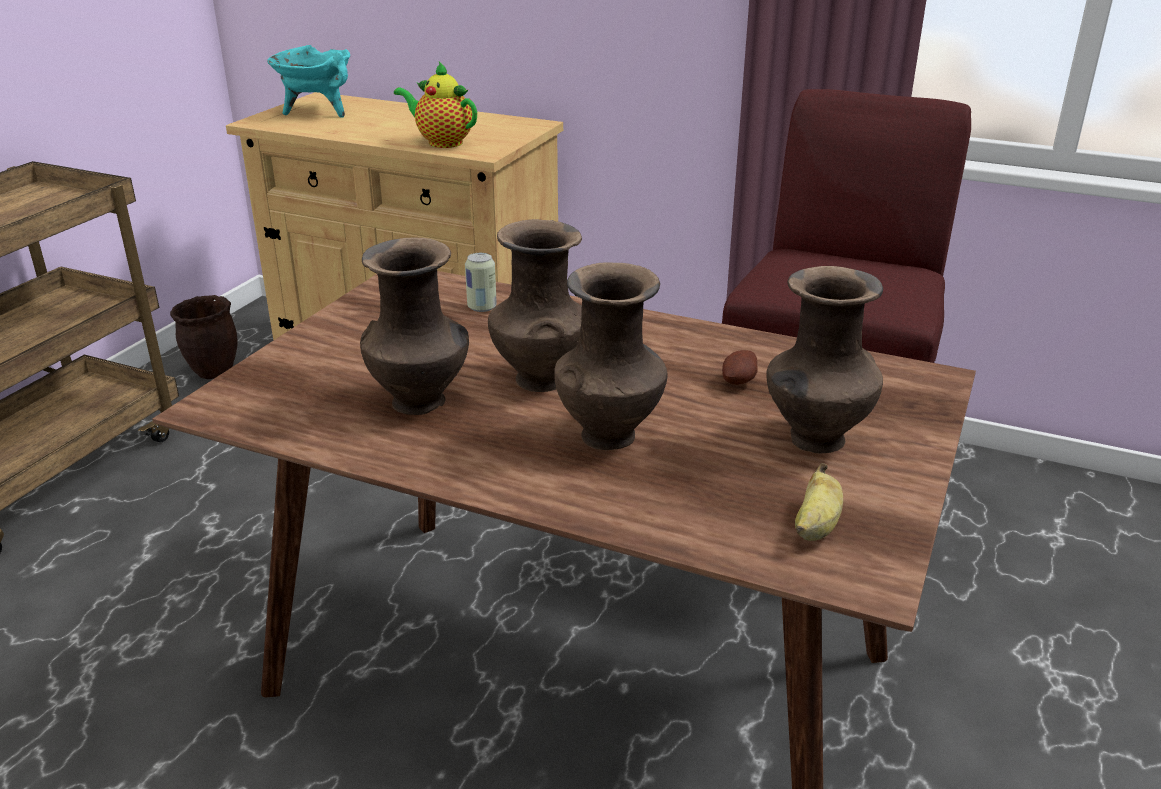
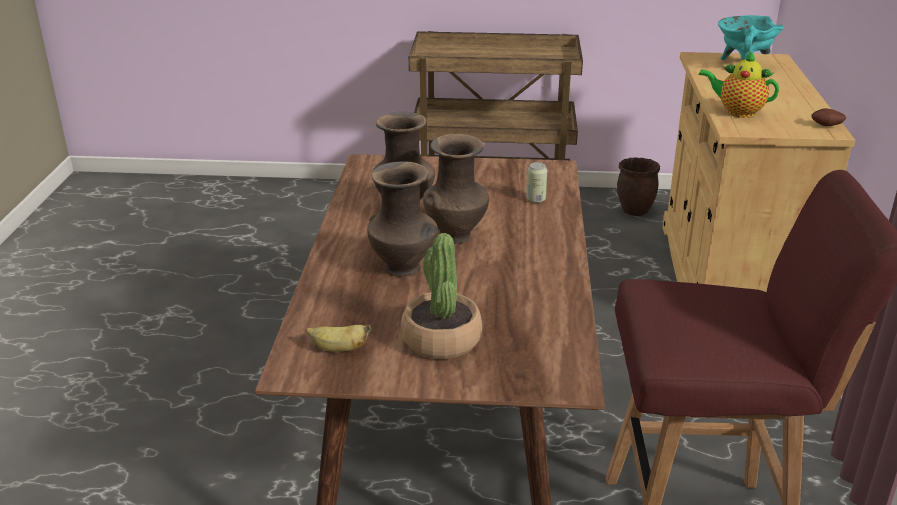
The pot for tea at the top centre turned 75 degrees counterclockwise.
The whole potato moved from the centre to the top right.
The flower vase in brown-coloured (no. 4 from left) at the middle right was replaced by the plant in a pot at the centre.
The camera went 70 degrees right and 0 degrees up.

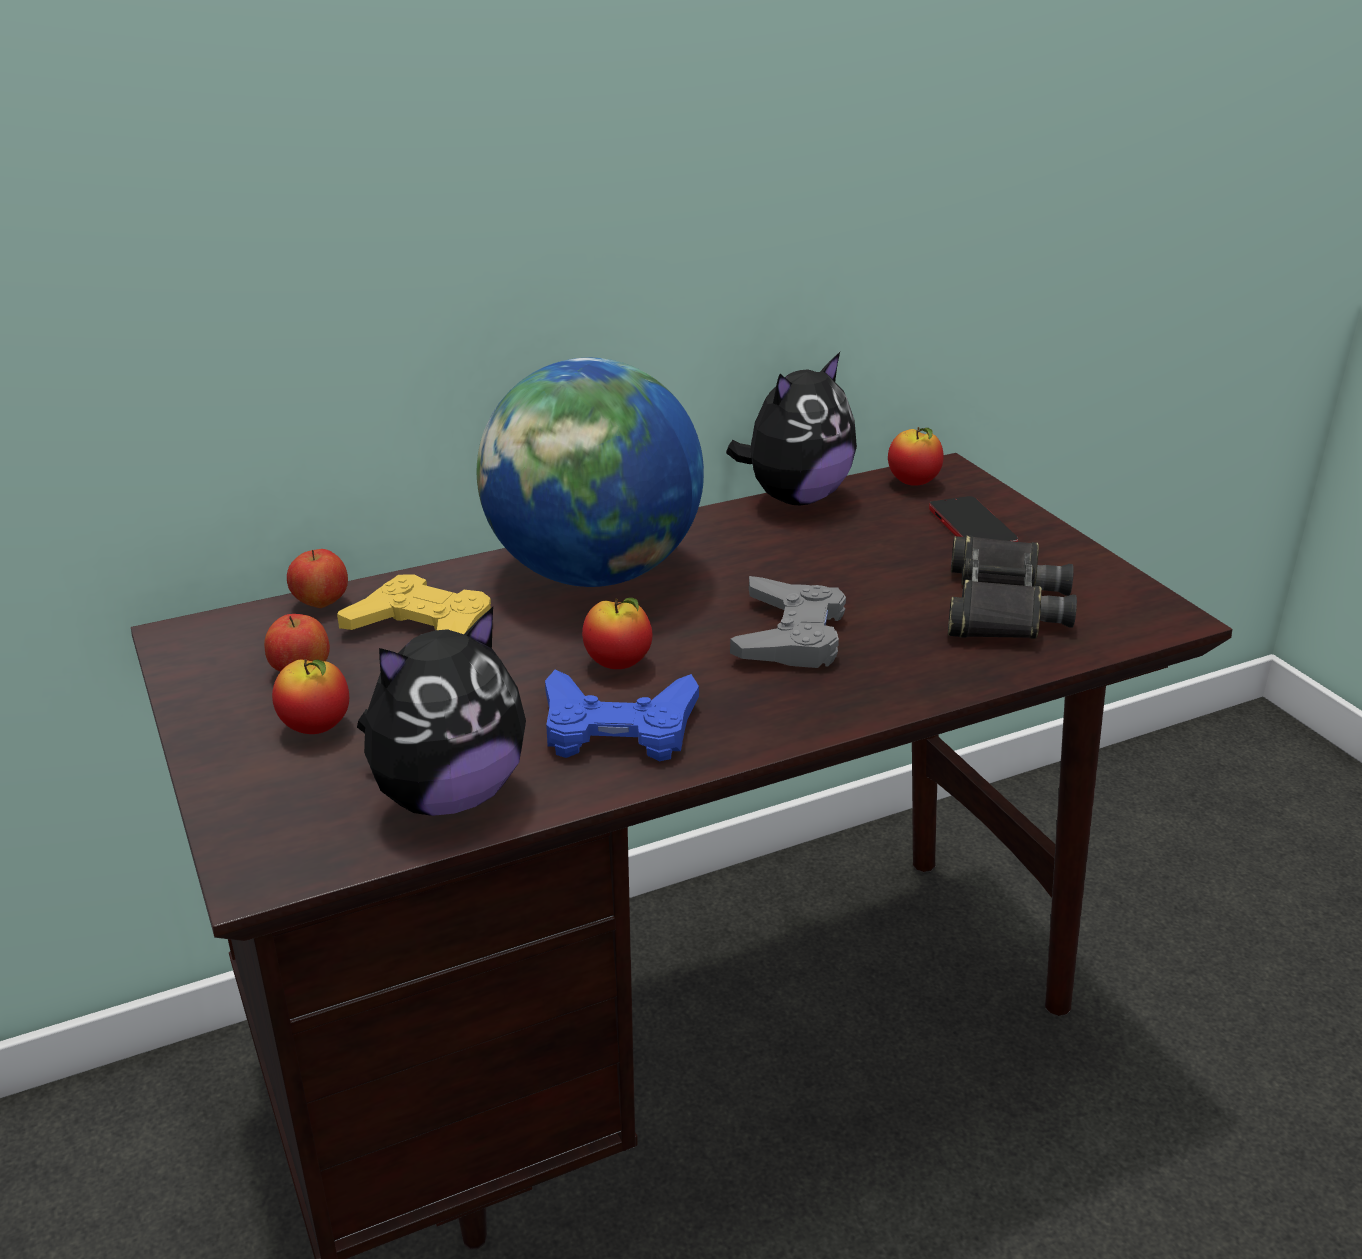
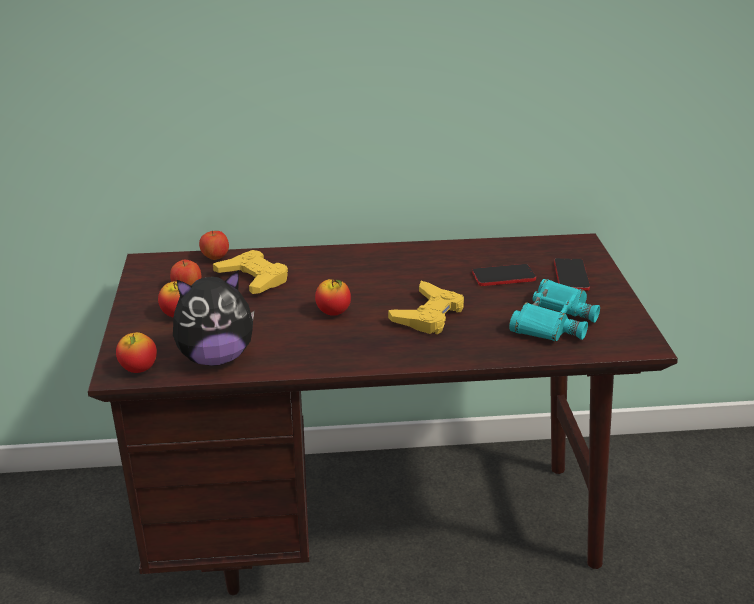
The desk globe at the centre disappeared.
The joypad in bluish at the centre disappeared.
The cuddly toy (no. 2 from left) at the centre disappeared.
The joypad in greyish at the centre became the joypad in yellow (no. 2 from left) at the centre.
The whole apple (no. 5 from left in the first image) moved from the middle right to the middle left.
The pair of binoculars in black at the middle right became the pair of binoculars in turquoise-coloured at the middle right.
The telephone (no. 1 from left) at the middle right appeared.
The camera went 20 degrees right and 0 degrees up.

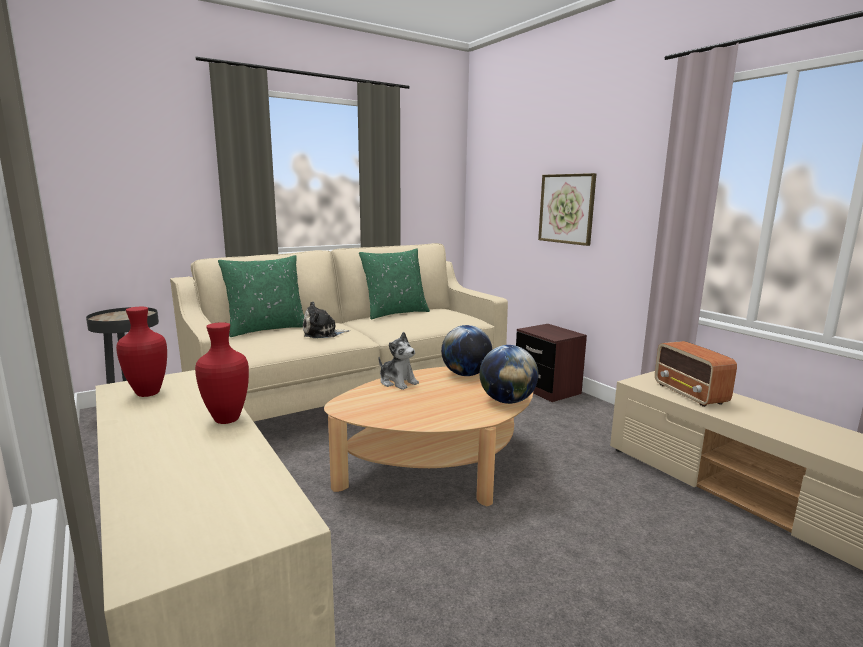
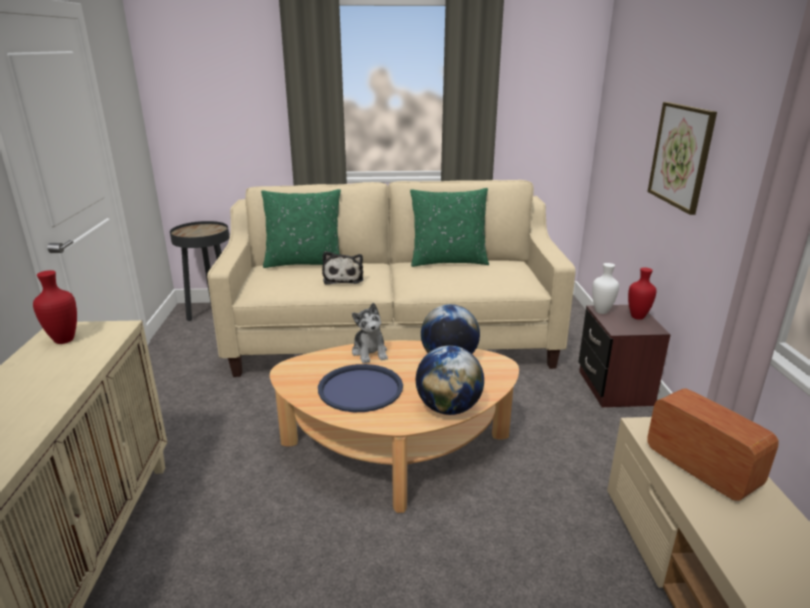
The flower vase in red (no. 2 from left) moved from the middle left to the middle right.
The cuddly toy (no. 1 from left) at the centre turned 105 degrees counterclockwise.
The radio at the middle right turned 135 degrees clockwise.
The tray in bluish at the centre appeared.
The flower vase in white at the middle right appeared.
The camera went 30 degrees right and 10 degrees up.

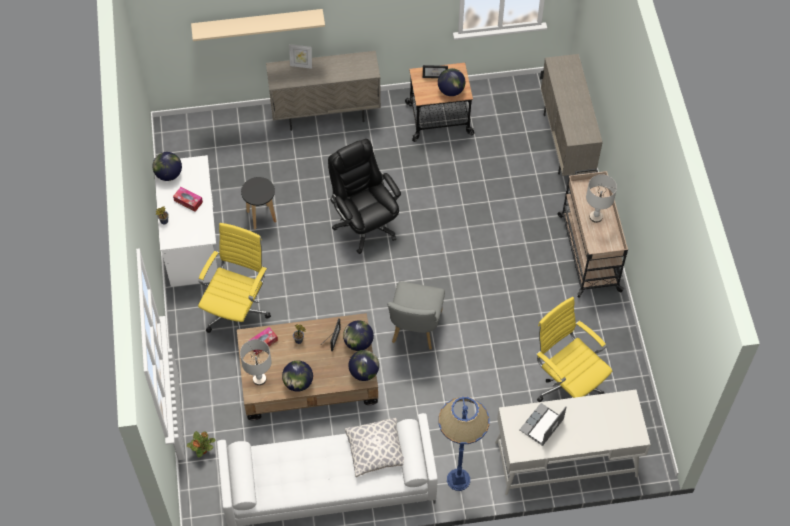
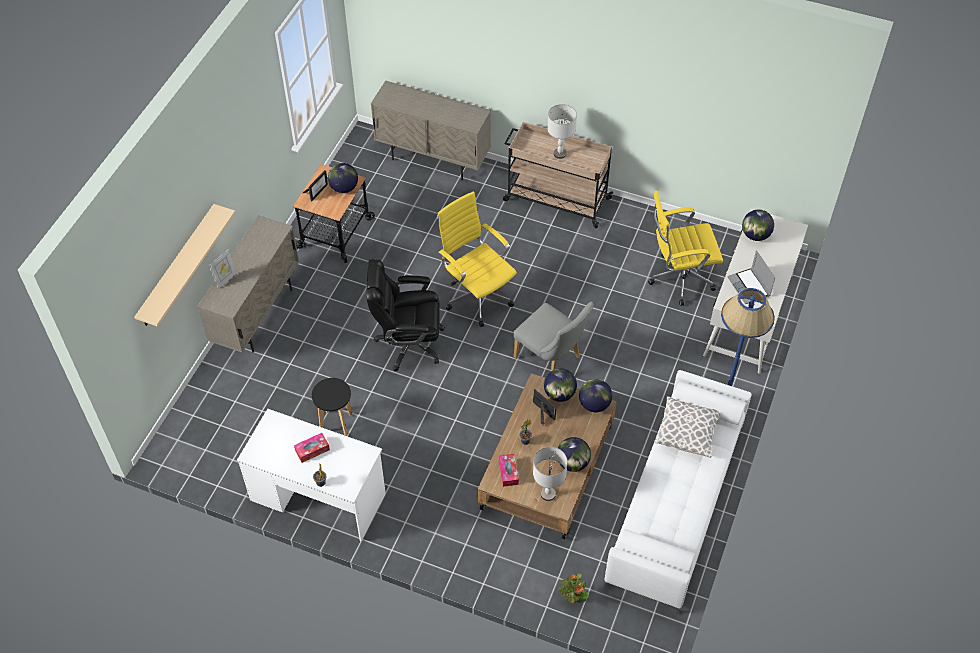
The desk globe (no. 1 from left in the first image) moved from the top left to the middle right.
The office chair in yellow (no. 1 from left) moved from the middle left to the centre.
The camera went 60 degrees left and 5 degrees down.

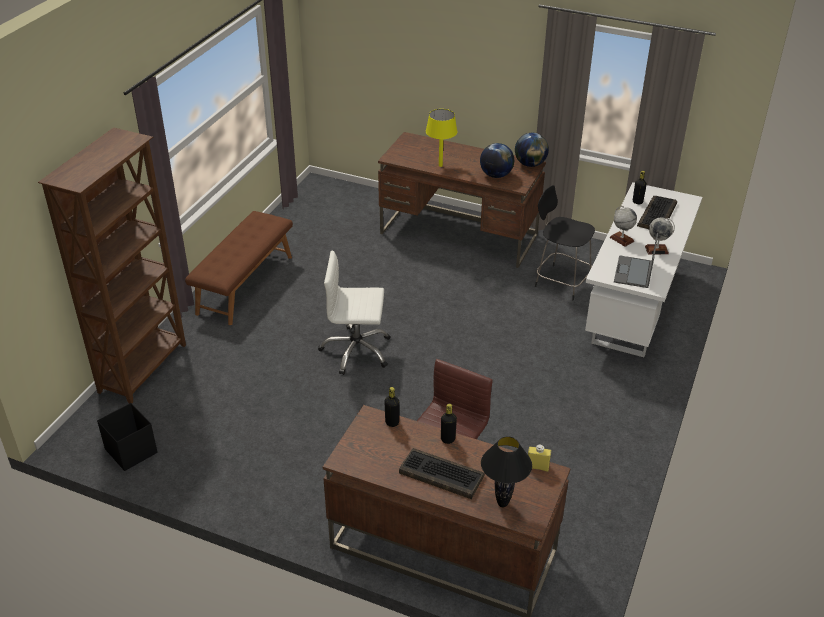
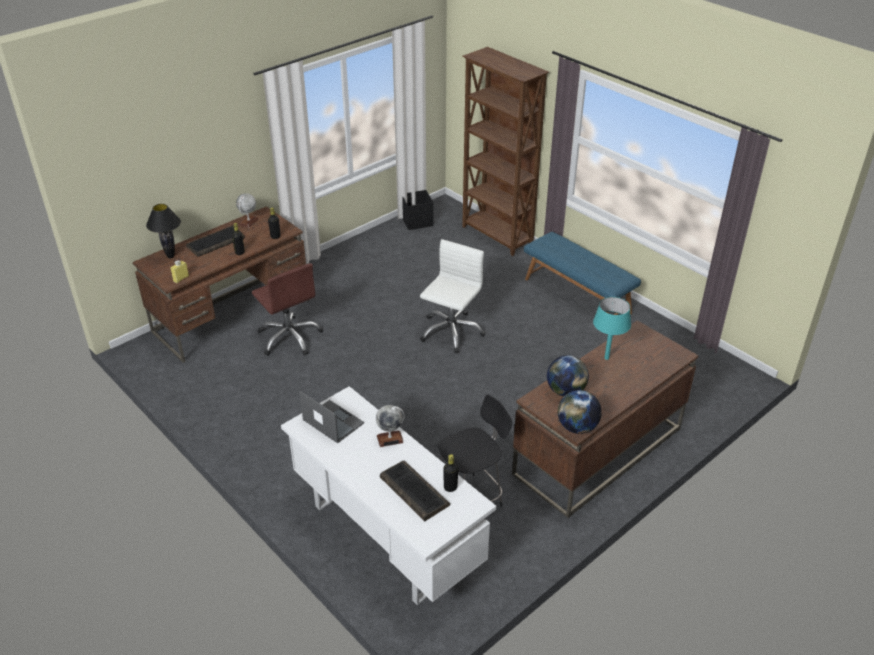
The bench in brown-coloured at the middle left became the bench in bluish at the centre.
The lamp for a table in yellow at the top centre became the lamp for a table in turquoise-coloured at the middle right.
The desk globe (no. 4 from left in the first image) moved from the middle right to the top left.
The camera went 115 degrees right and 0 degrees up.

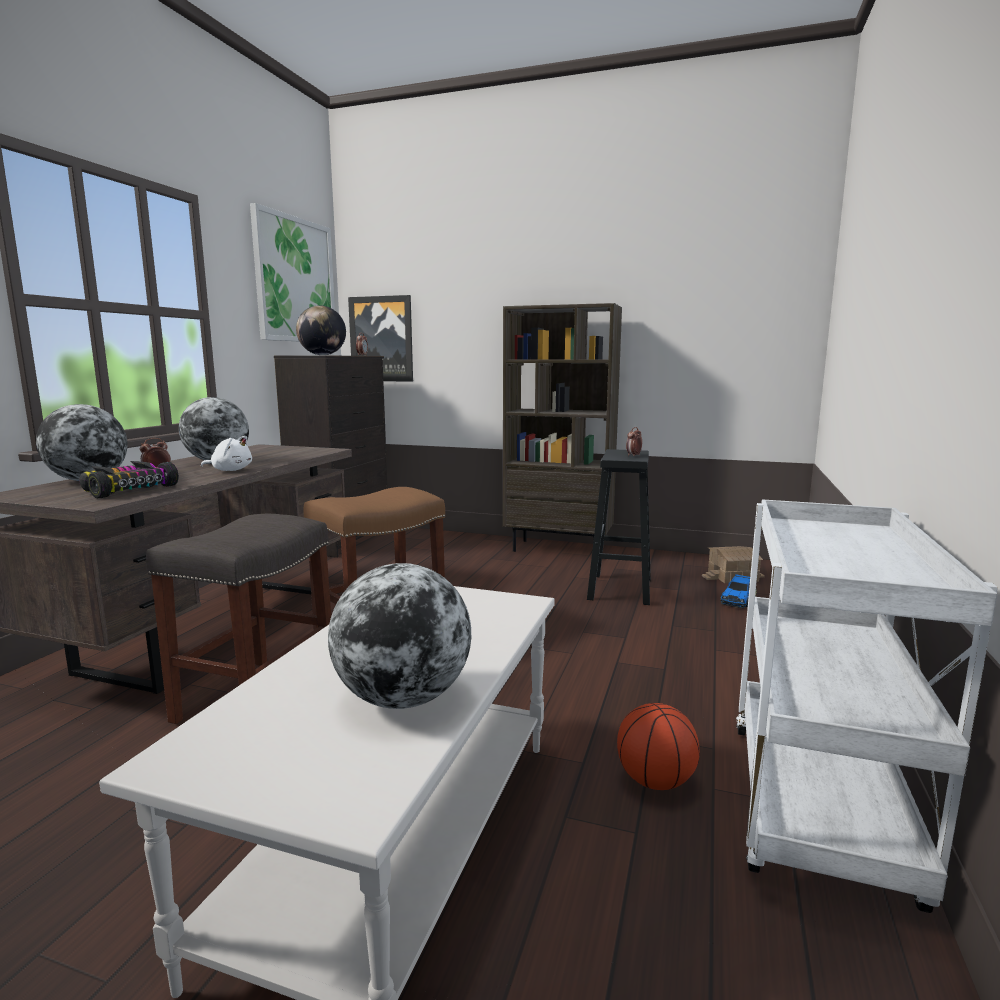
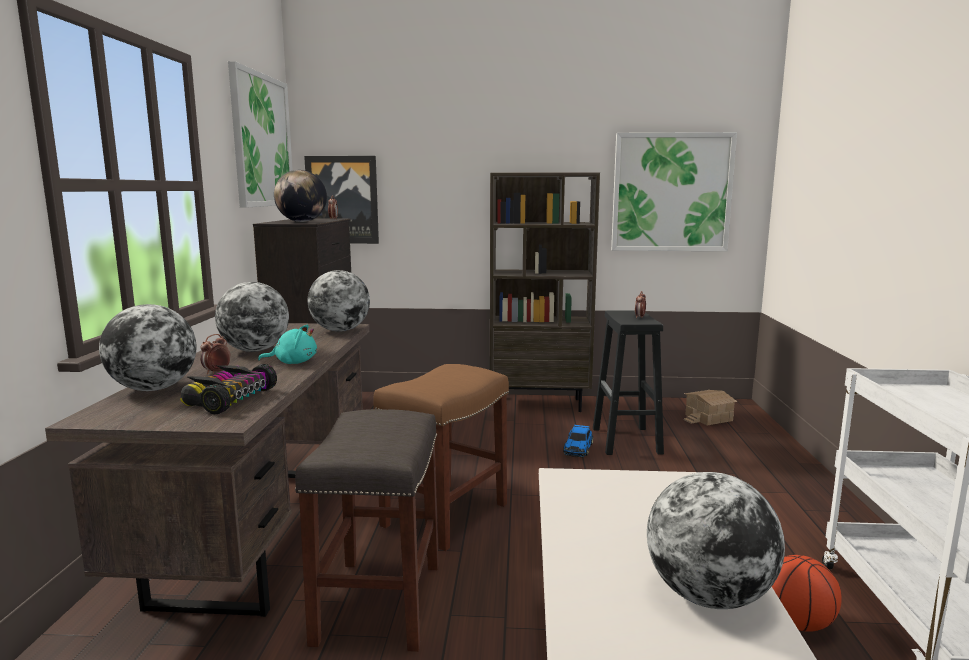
The cuddly toy in white at the middle left became the cuddly toy in turquoise-coloured at the middle left.
The toy car (no. 2 from left) moved from the middle right to the bottom centre.
The desk globe (no. 4 from left) at the centre appeared.
The picture (no. 3 from left) at the top right appeared.
The camera went 15 degrees left and 0 degrees up.

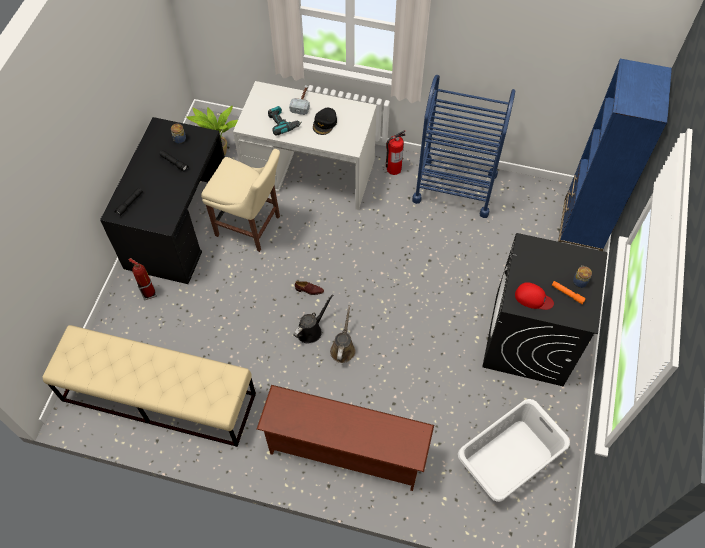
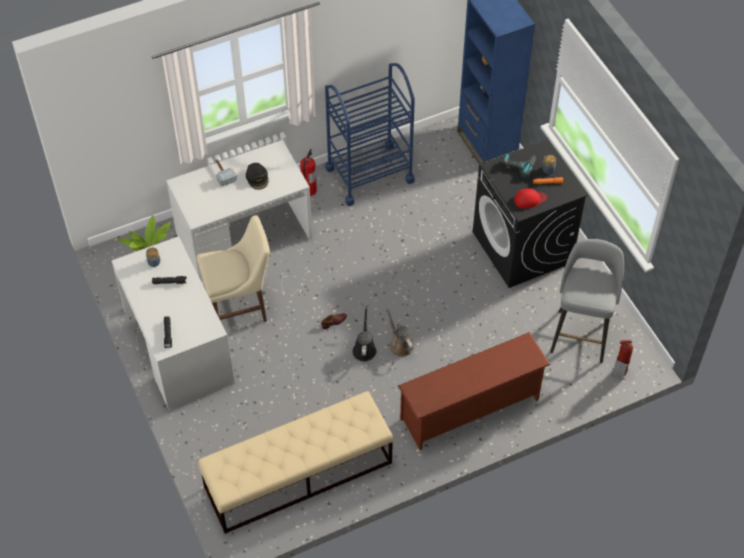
The desk in black at the middle left became the desk in white (no. 1 from left) at the middle left.
The extinguisher (no. 1 from left in the first image) moved from the middle left to the middle right.
The power drill moved from the top centre to the top right.
The laundry basket in white at the bottom right was replaced by the sitting stool in greyish at the middle right.
The camera went 40 degrees left and 5 degrees down.

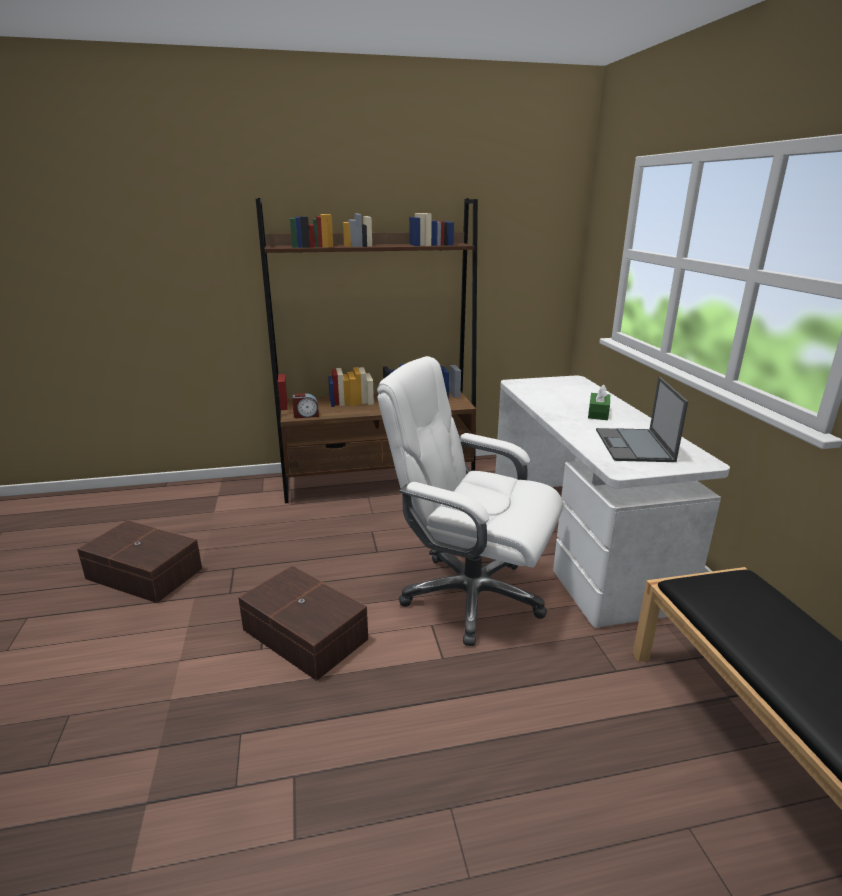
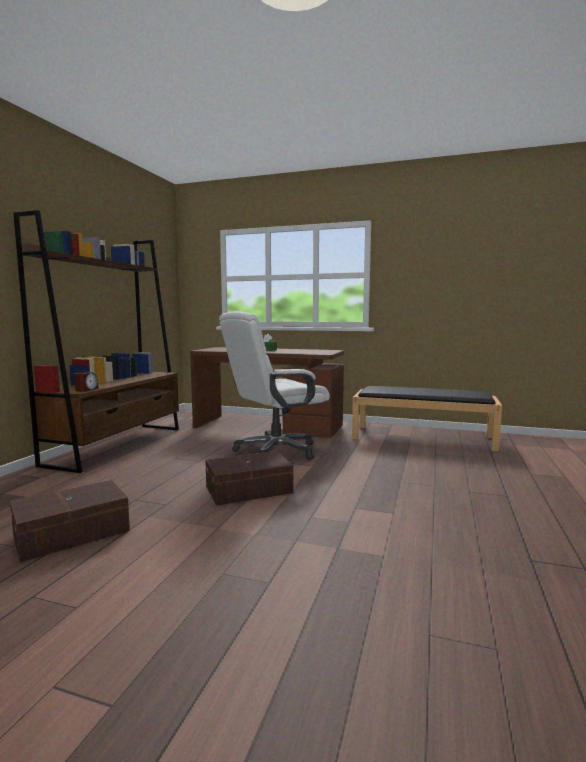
The desk in white at the middle right became the desk in brown-coloured at the centre.
The notebook computer at the middle right disappeared.
The camera went 60 degrees left and 15 degrees down.

